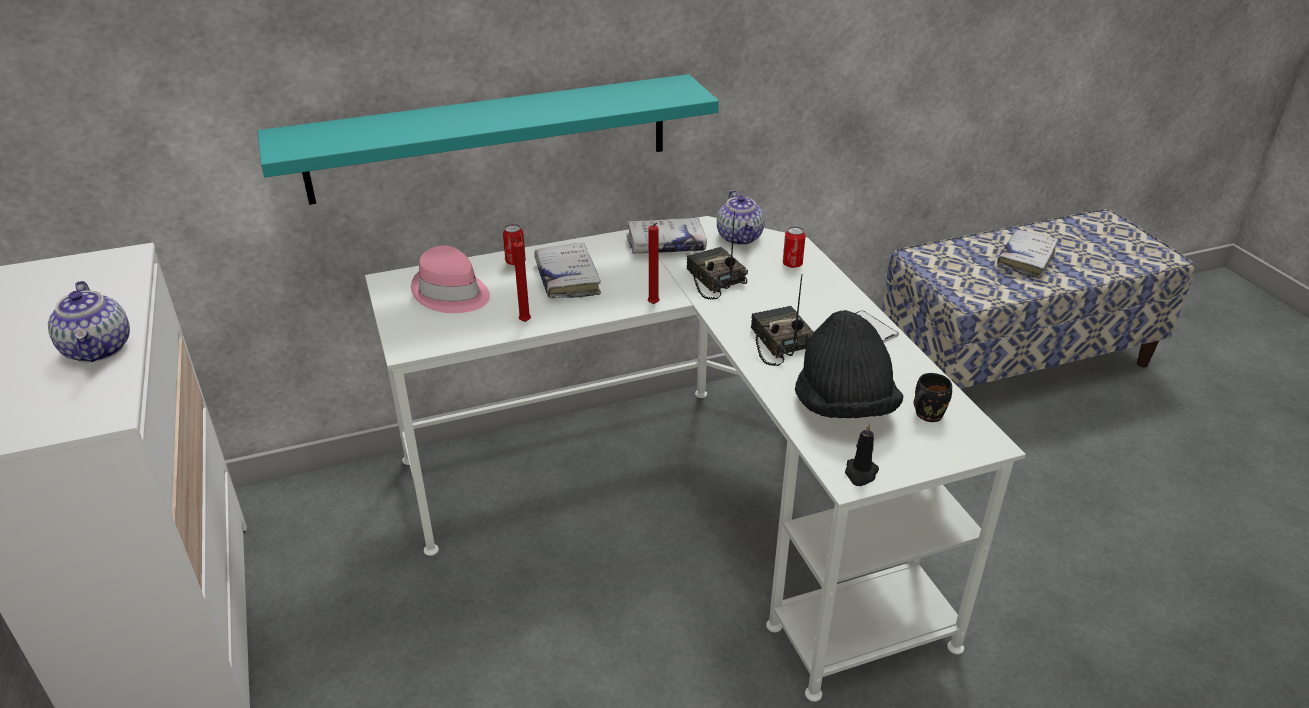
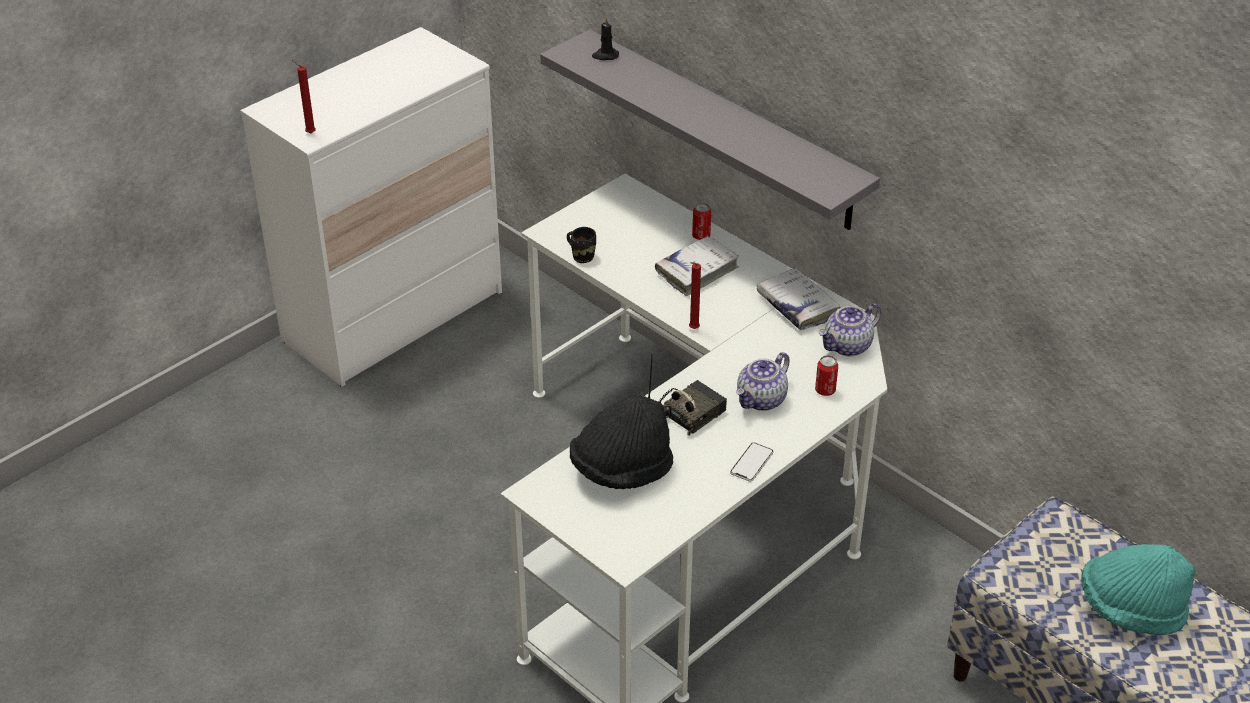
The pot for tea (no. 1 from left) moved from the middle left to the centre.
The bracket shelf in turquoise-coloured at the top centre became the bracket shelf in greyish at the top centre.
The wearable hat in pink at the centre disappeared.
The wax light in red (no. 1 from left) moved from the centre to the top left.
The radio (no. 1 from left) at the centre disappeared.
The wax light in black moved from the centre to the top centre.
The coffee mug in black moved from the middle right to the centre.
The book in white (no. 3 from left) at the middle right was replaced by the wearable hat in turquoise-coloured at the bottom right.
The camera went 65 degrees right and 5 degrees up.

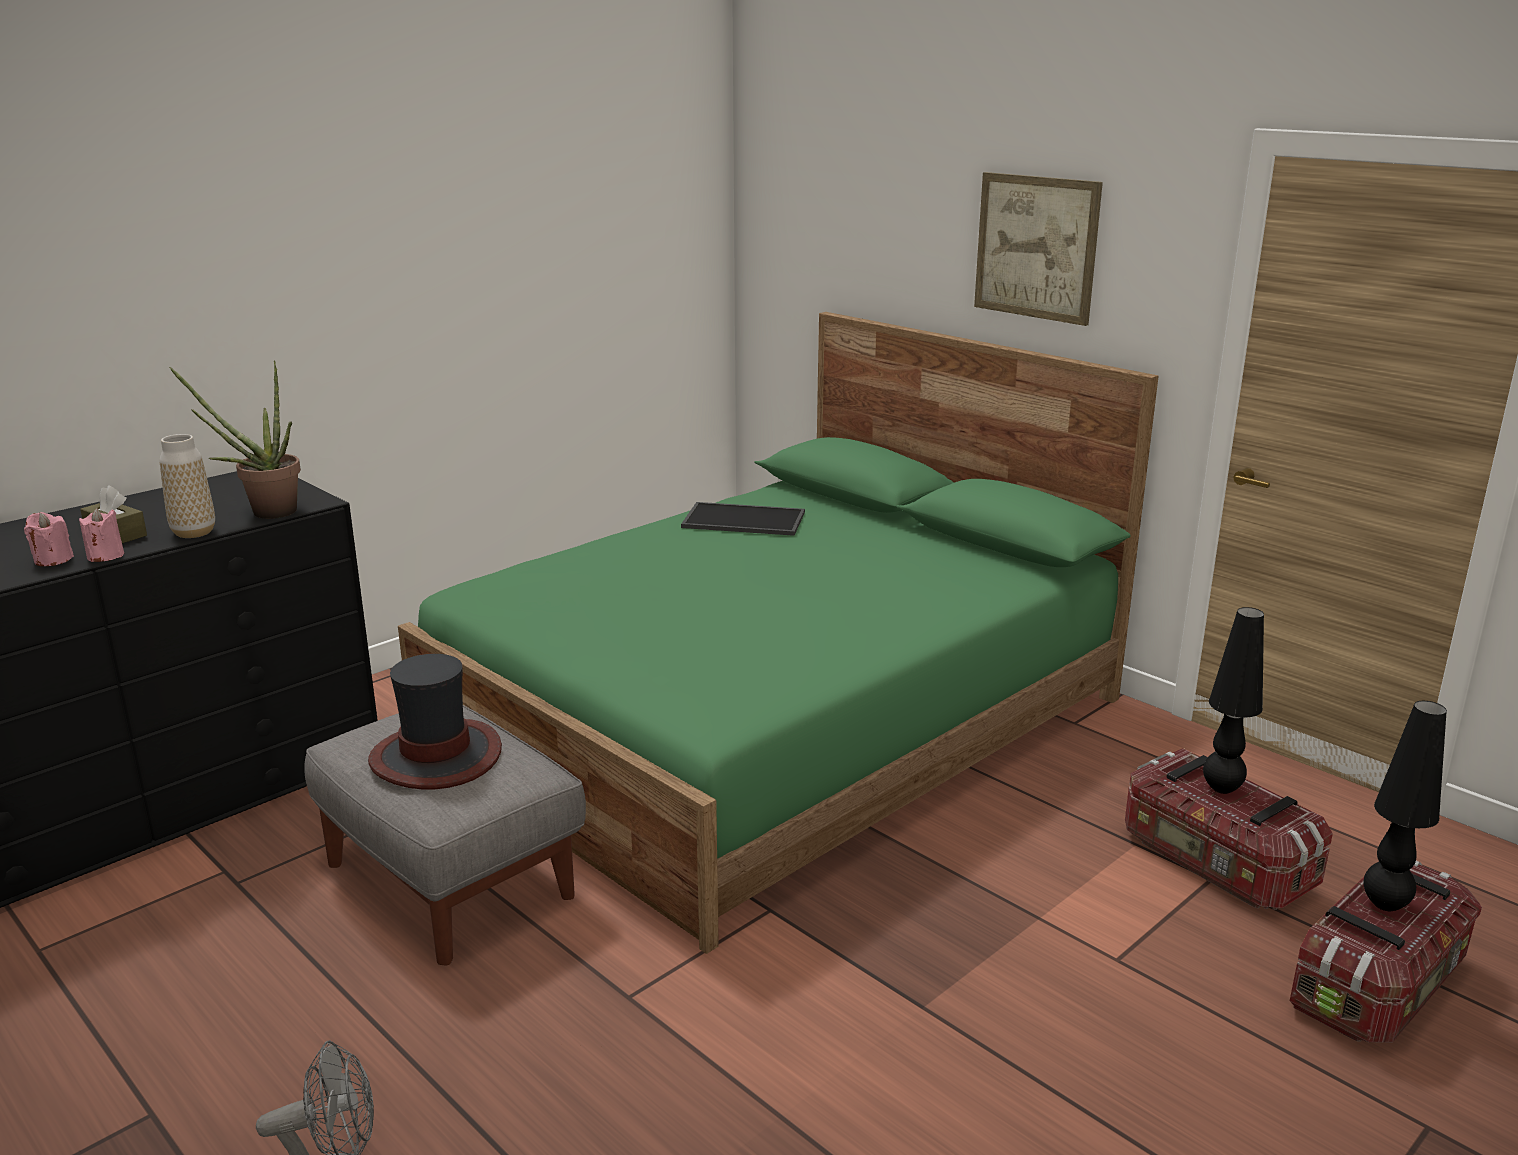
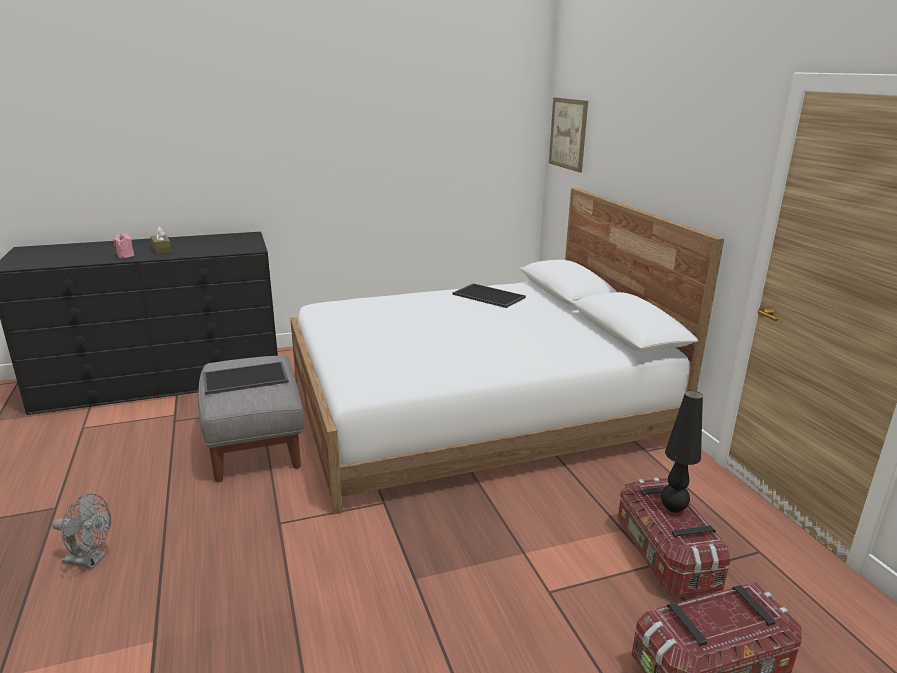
The wax light in pink (no. 2 from left) at the middle left disappeared.
The flower vase at the middle left disappeared.
The plant in a pot at the middle left disappeared.
The wearable hat at the middle left was replaced by the tray (no. 1 from left) at the middle left.
The sleeping bed in greenish at the centre became the sleeping bed in white at the centre.
The picture moved from the top right to the top centre.
The lamp for a table in black (no. 2 from left) at the bottom right disappeared.
The camera went 25 degrees right and 0 degrees up.

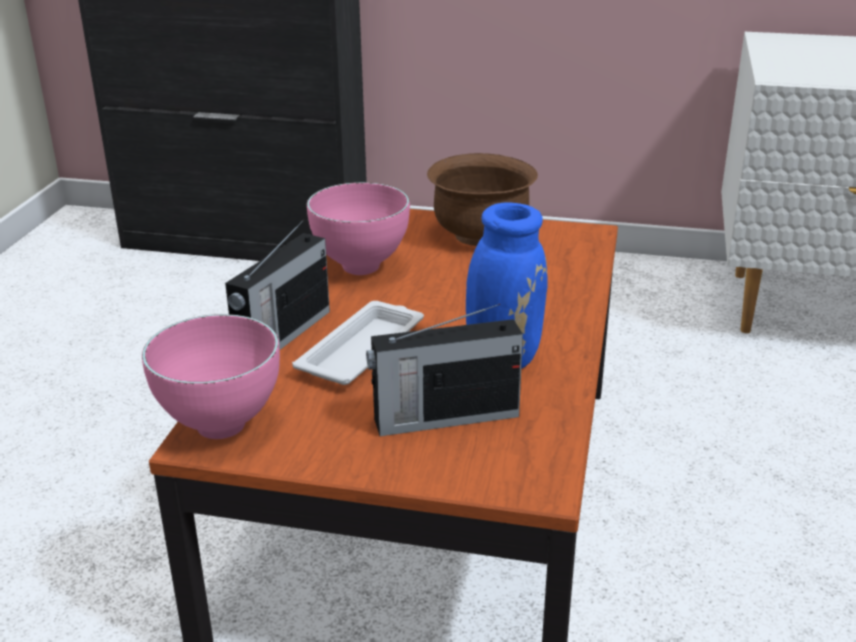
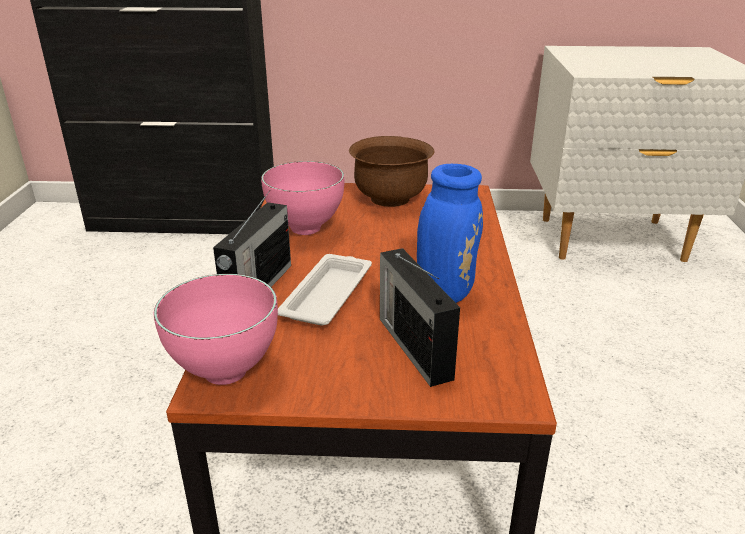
The radio (no. 2 from left) at the centre turned 90 degrees clockwise.
The camera went 10 degrees left and 0 degrees up.

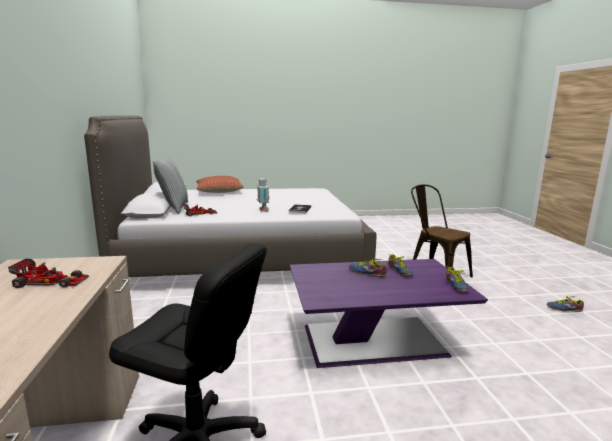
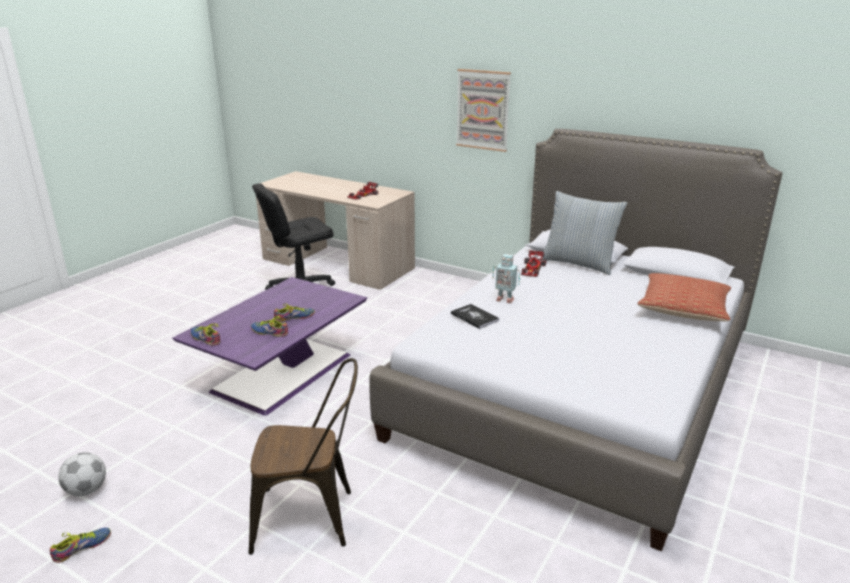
The football ball at the bottom left appeared.
The picture at the top centre appeared.
The camera went 130 degrees right and 10 degrees up.

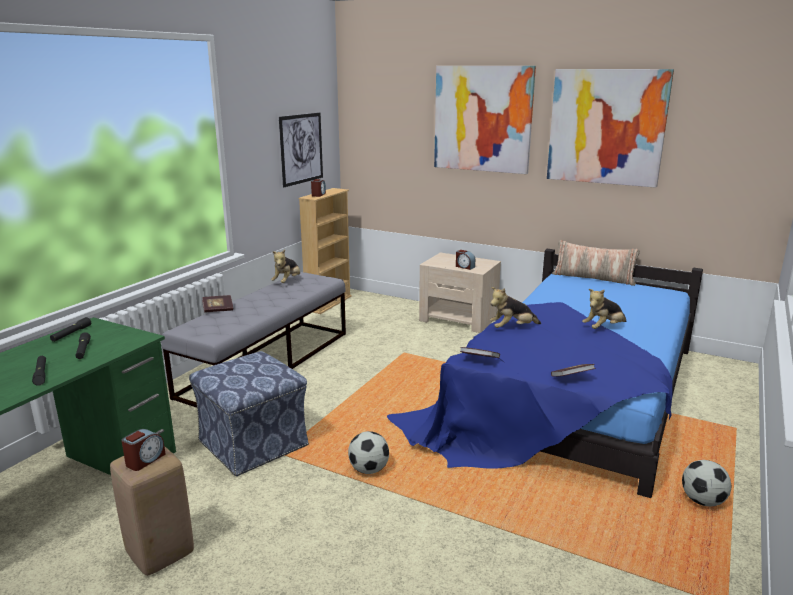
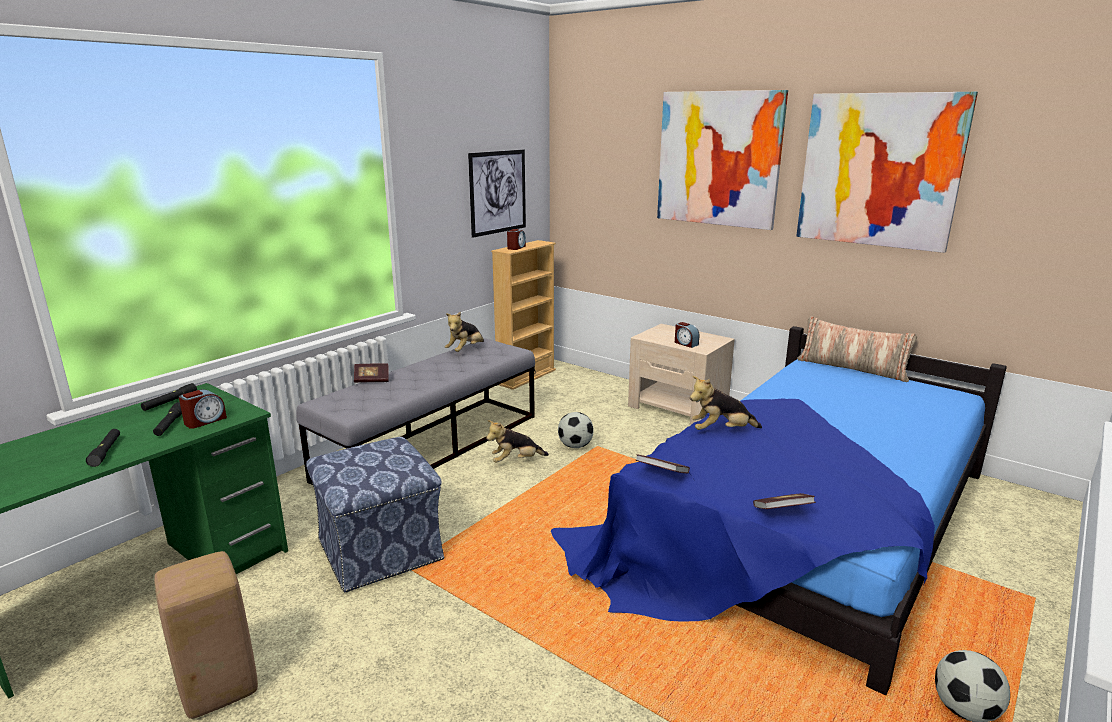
The alarm clock (no. 1 from left) moved from the bottom left to the middle left.
The football ball (no. 1 from left) moved from the bottom centre to the centre.
The cuddly toy (no. 3 from left in the first image) moved from the middle right to the centre.
The camera went 10 degrees right and 0 degrees up.

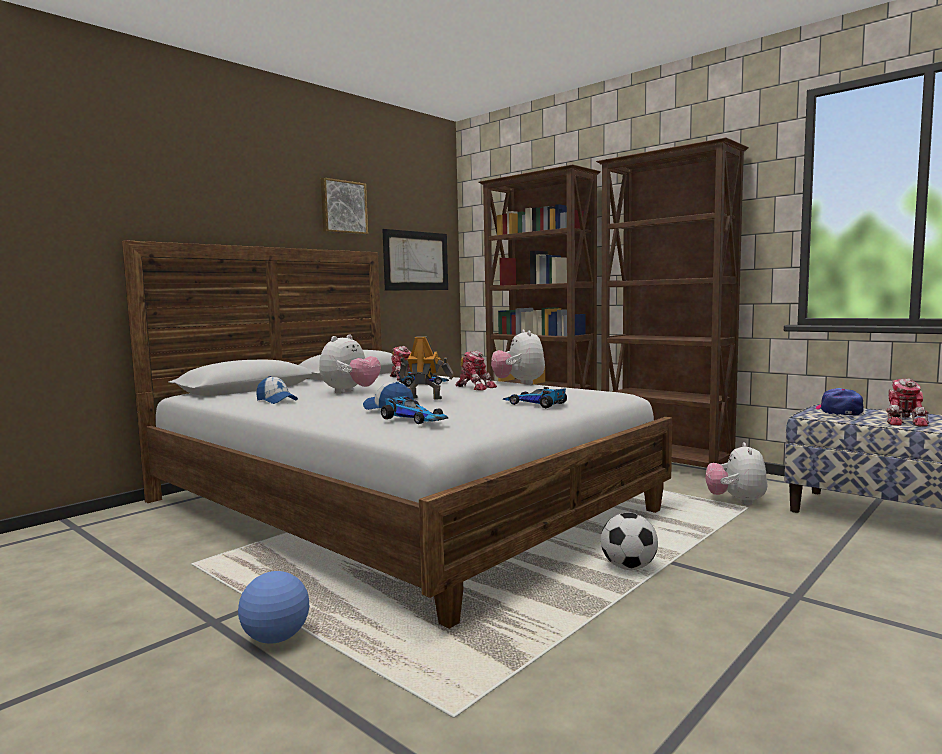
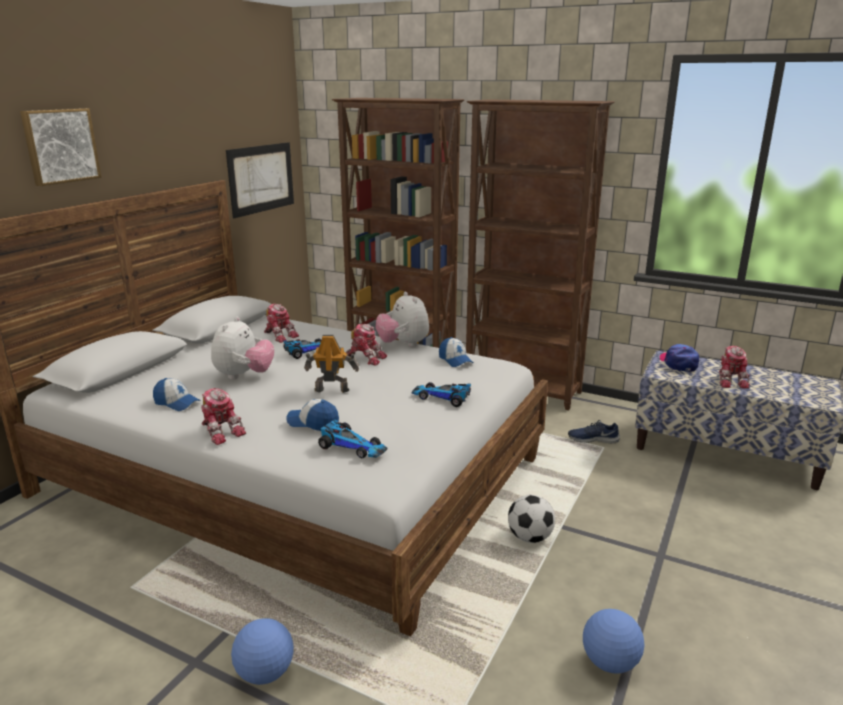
The picture (no. 1 from left) moved from the top centre to the top left.
The cuddly toy (no. 3 from left) at the middle right was replaced by the shoe in bluish at the middle right.
The model robot (no. 1 from left) at the middle left appeared.
The peaked cap (no. 3 from left) at the centre appeared.
The football ball (no. 3 from left) at the bottom right appeared.
The camera went 15 degrees left and 15 degrees up.

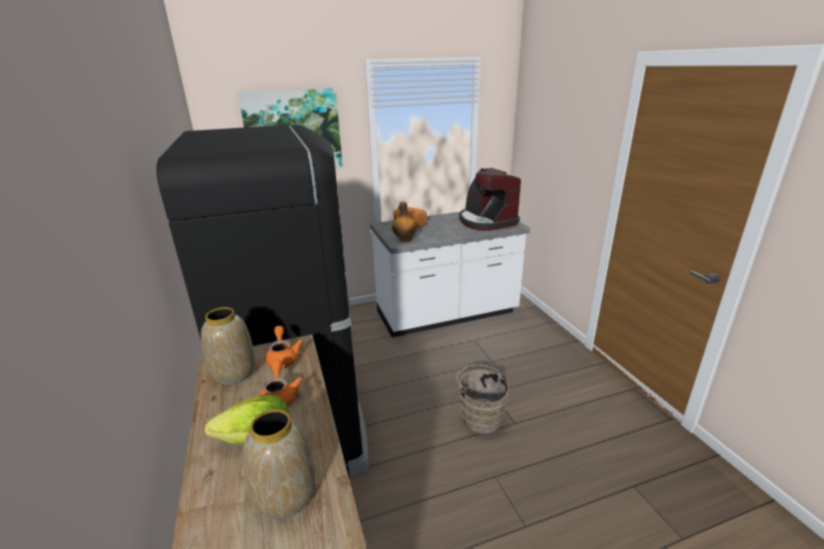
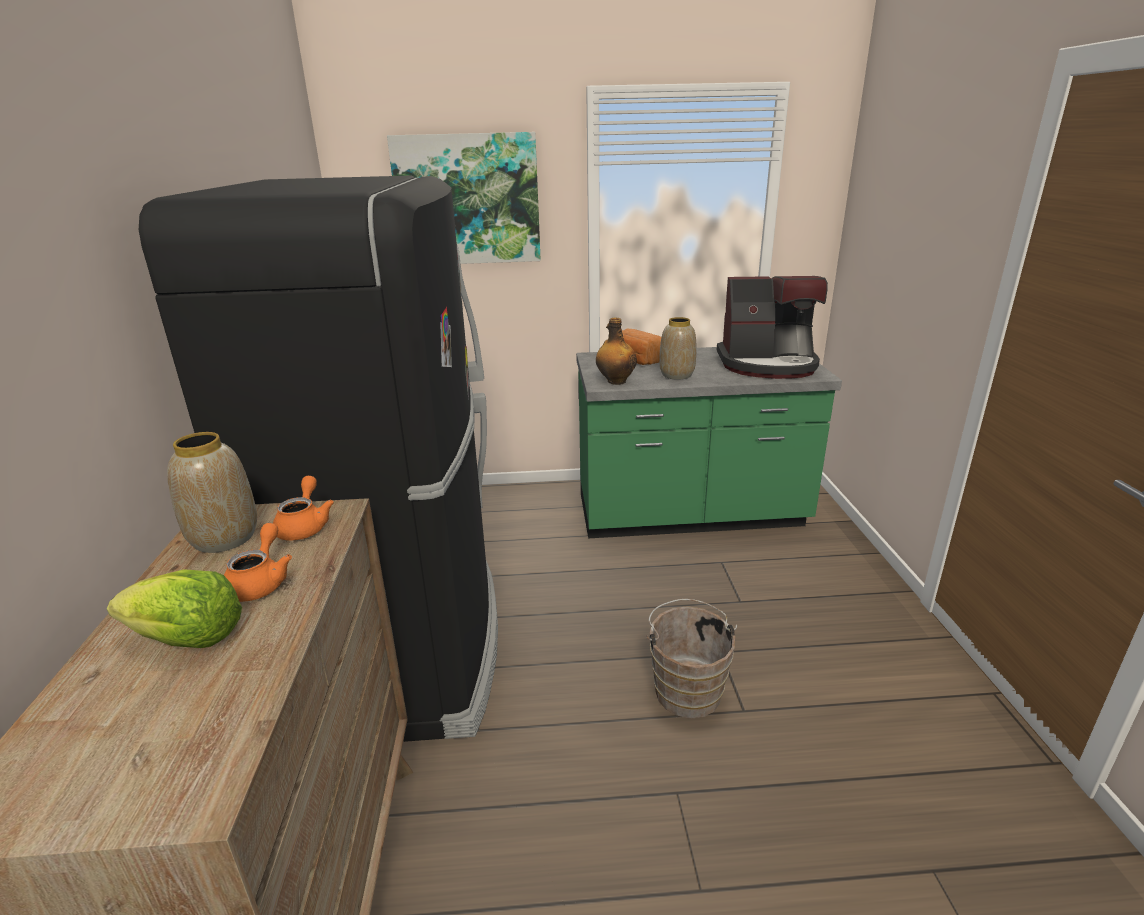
The flower vase (no. 2 from left) moved from the bottom centre to the centre.
The kitchen counter in white at the centre became the kitchen counter in greenish at the centre.
The coffee brewer at the centre turned 75 degrees counterclockwise.
The camera went 15 degrees right and 0 degrees up.

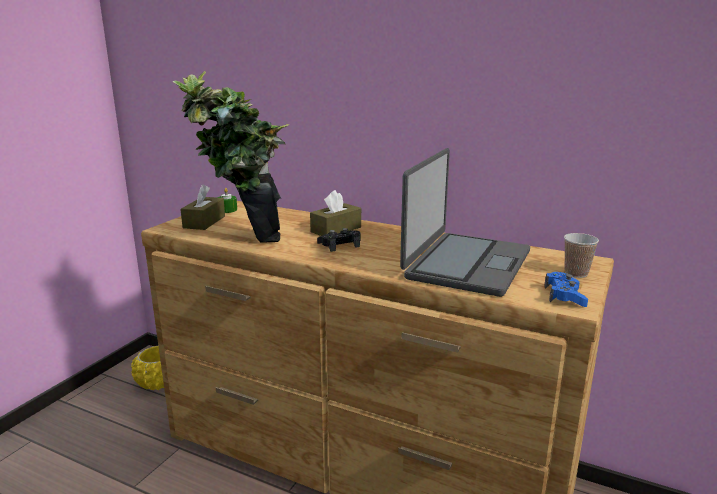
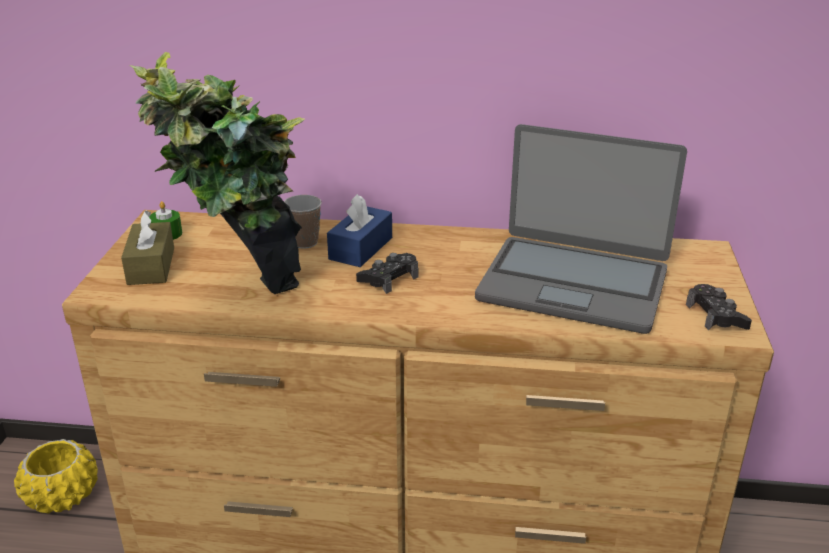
The box of tissues in brown-coloured (no. 2 from left) at the centre became the box of tissues in bluish at the centre.
The notebook computer at the centre turned 105 degrees clockwise.
The joypad in bluish at the middle right became the joypad in black (no. 2 from left) at the middle right.
The small cup moved from the middle right to the centre.
The camera went 20 degrees left and 10 degrees up.

